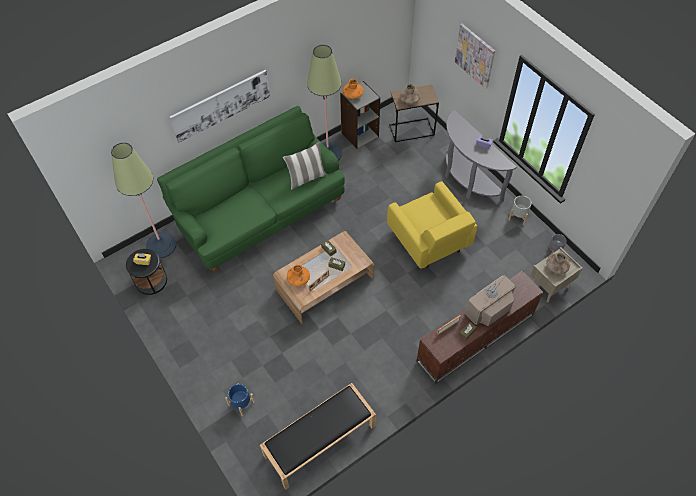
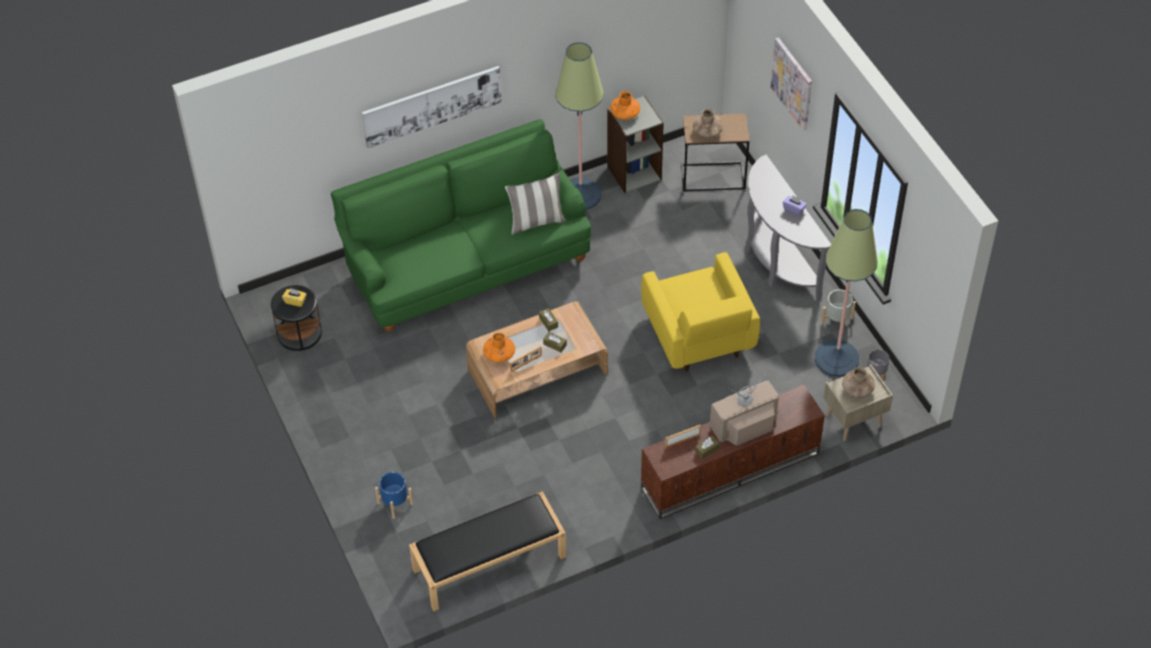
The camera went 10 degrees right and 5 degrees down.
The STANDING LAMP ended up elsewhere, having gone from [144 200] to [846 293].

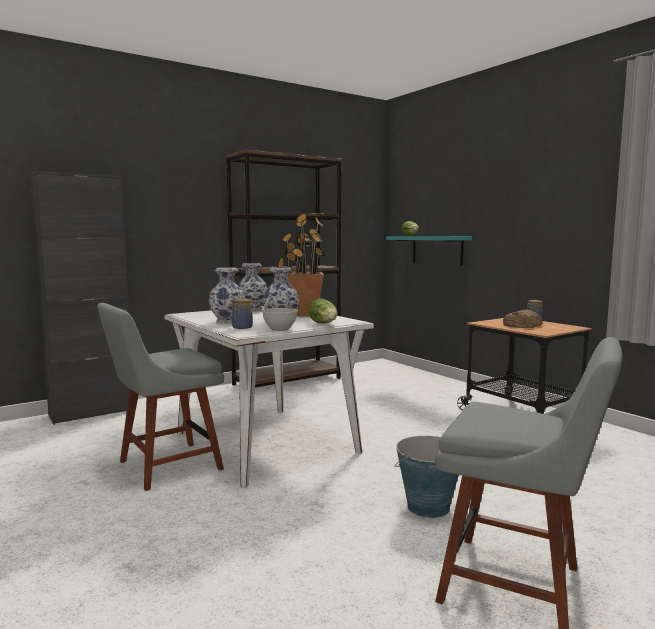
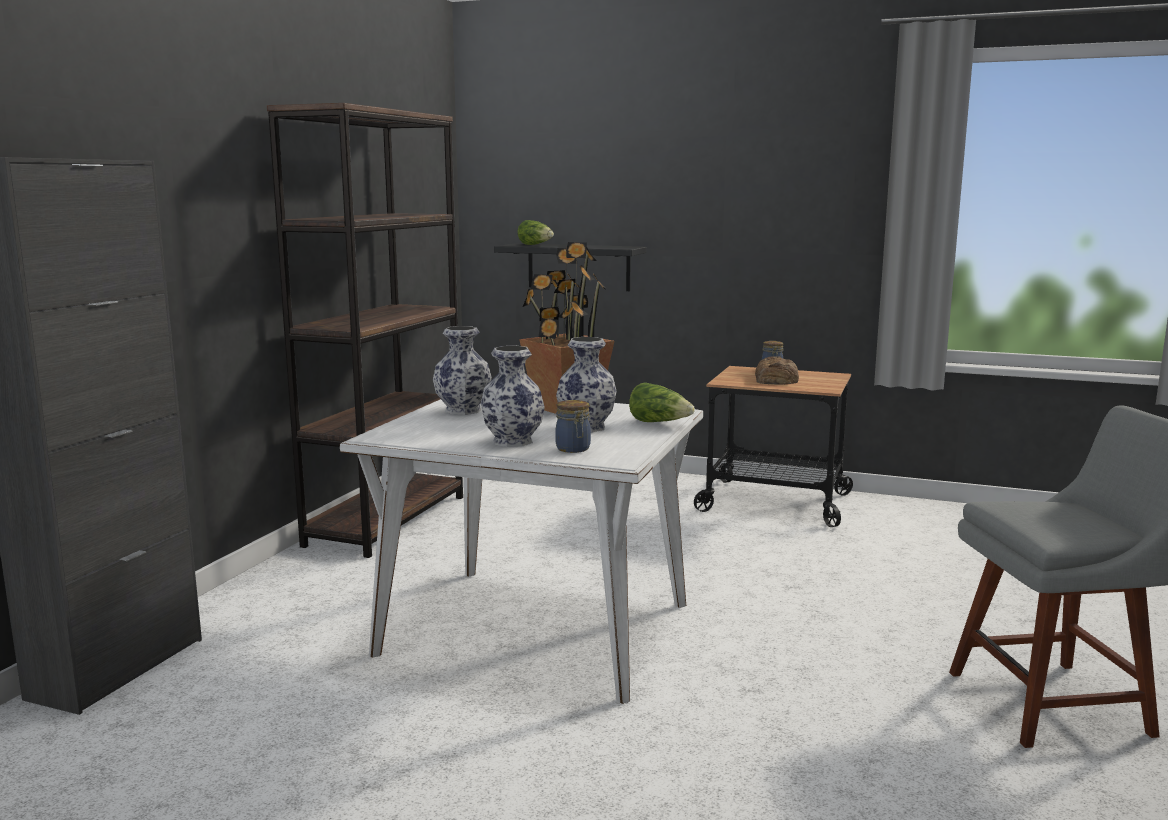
The camera went 35 degrees left and 5 degrees up.
The second view lost the GRAY CHAIR at [160 397].
The second view lost the GRAY BOWL at [280 319].
What was the BLUE-GREEN WALL SHELF at [429 250] turned into the BLACKISH WALL SHELF at [570 267].
The second view lost the BUCKET at [427 477].

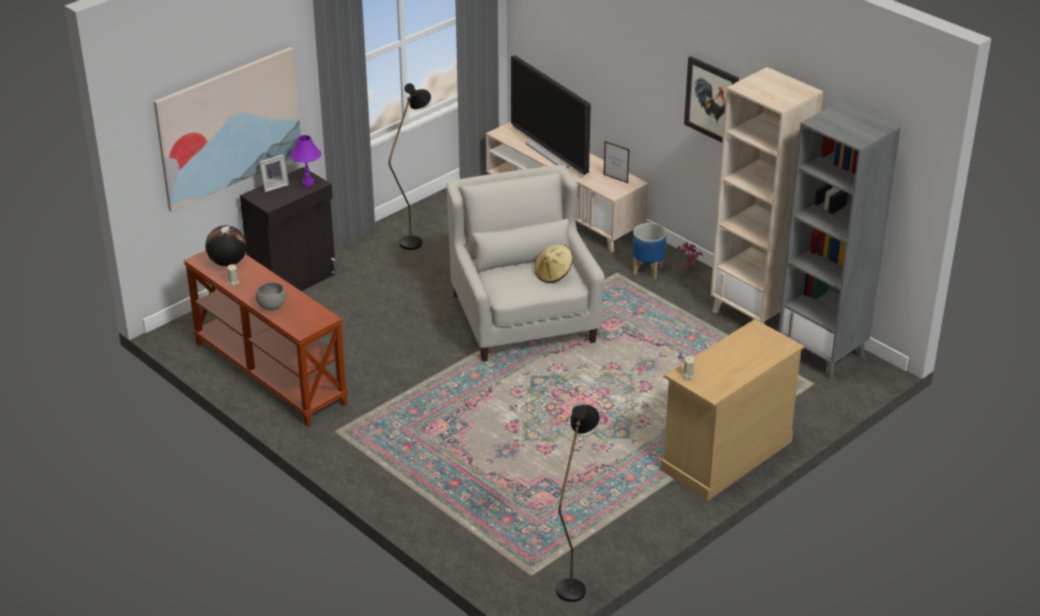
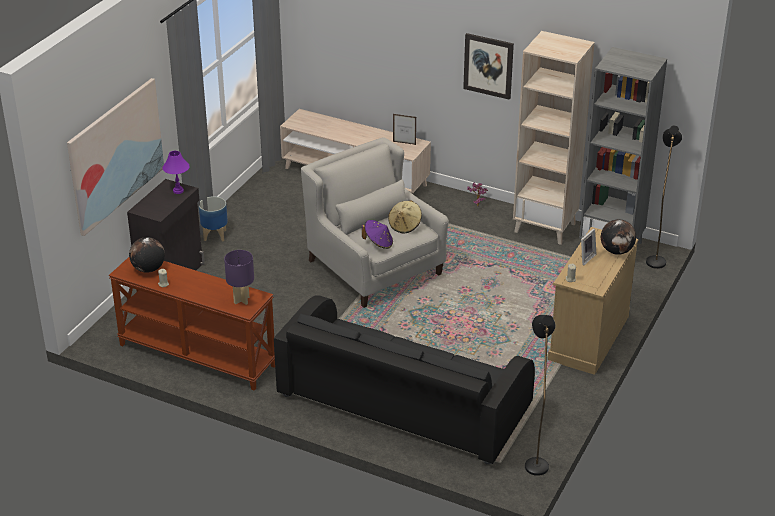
The camera went 20 degrees left and 0 degrees up.
The second view lost the GRAY BOWL at [271 296].
The STANDING FRAME ended up elsewhere, having gone from [274 173] to [588 246].
The BLACKISH STANDING LAMP ended up elsewhere, having gone from [410 166] to [664 197].
The second view lost the TV at [551 115].
The PLANT POT ended up elsewhere, having gone from [650 251] to [213 218].
The second view gained the PURPLE-COLOURED TABLETOP LAMP at [239 277].
The second view gained the BLACKISH SETTEE at [404 379].
The second view gained the PURPLE-COLOURED WEARABLE HAT at [377 234].
The second view gained the DESK GLOBE at [618 237].

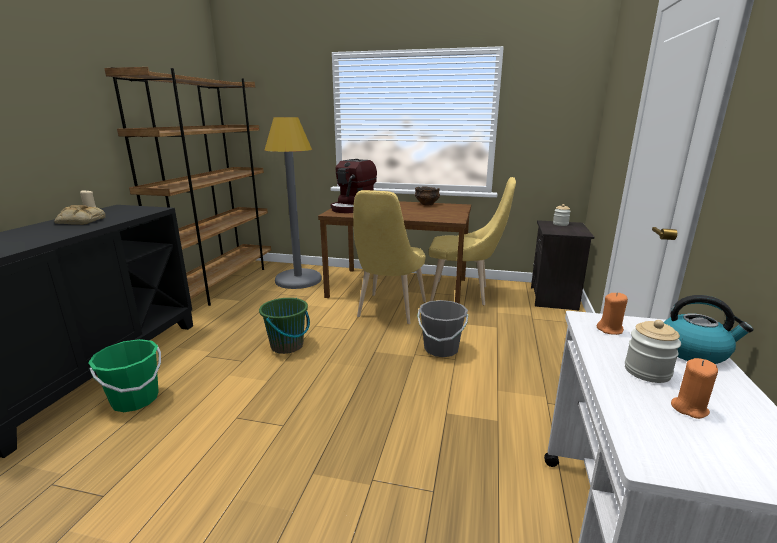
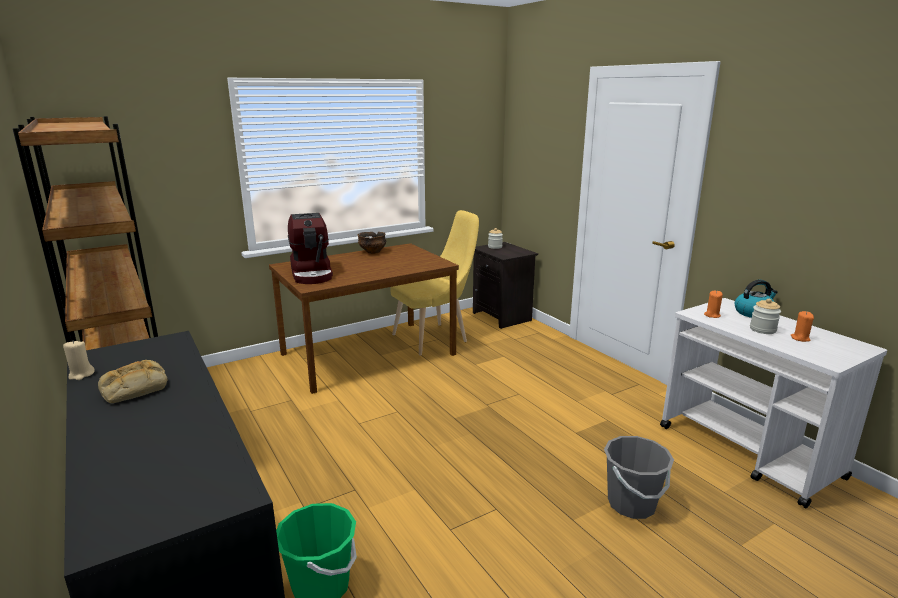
The camera went 45 degrees left and 0 degrees up.
The second view lost the GREENISH BUCKET at [284 326].
The second view lost the GRAY STANDING LAMP at [293 203].
The second view lost the YELLOWISH CHAIR at [389 257].
The GRAY BUCKET ended up elsewhere, having gone from [442 328] to [639 477].

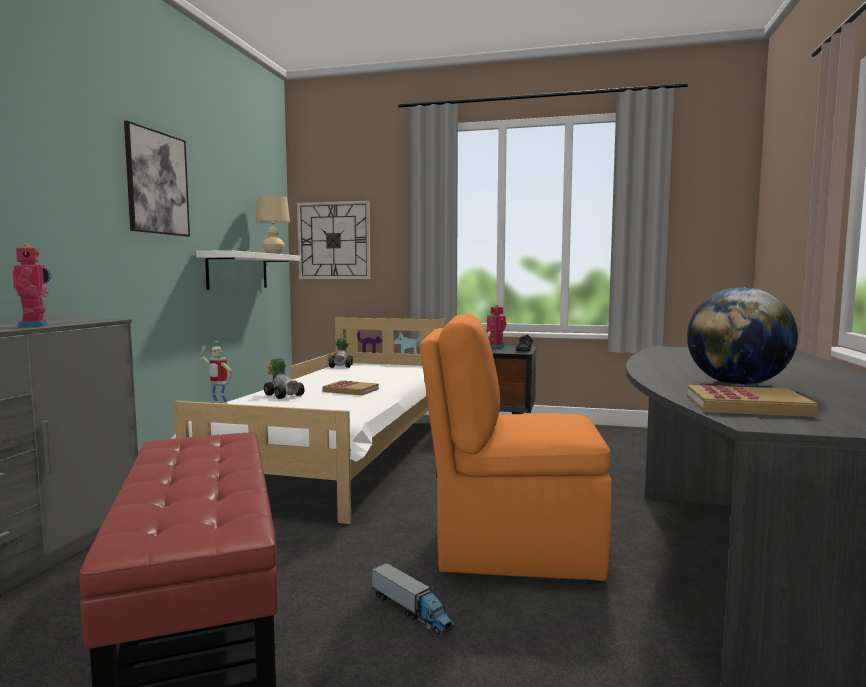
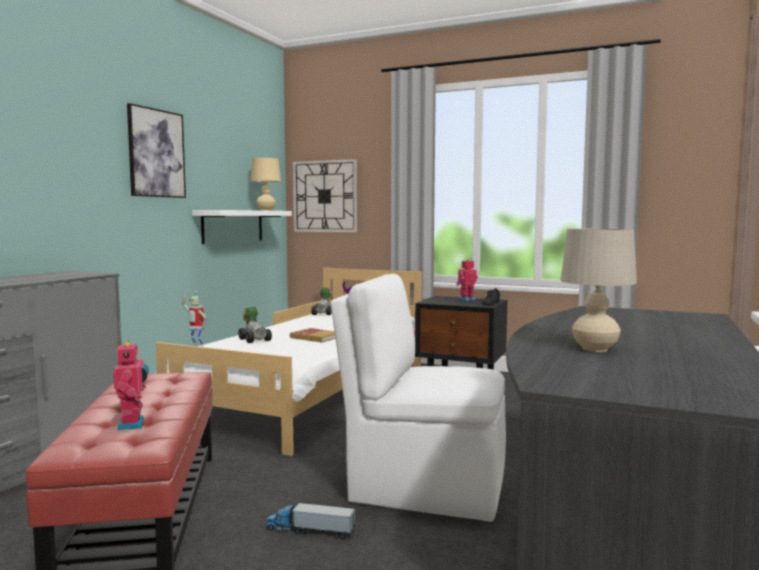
The camera went 10 degrees right and 0 degrees up.
The TOY ROBOT ended up elsewhere, having gone from [32 285] to [131 385].
The TOY TRUCK at [413 599] ended up facing another way, 135 degrees clockwise from before.
What was the ORANGE CHAIR at [516 447] turned into the WHITE-COLOURED CHAIR at [418 398].
Where the DESK GLOBE stood at [742 336], the BEIGE-COLOURED TABLETOP LAMP came to stand at [598 290].
The second view lost the BOUND BOOK at [752 401].

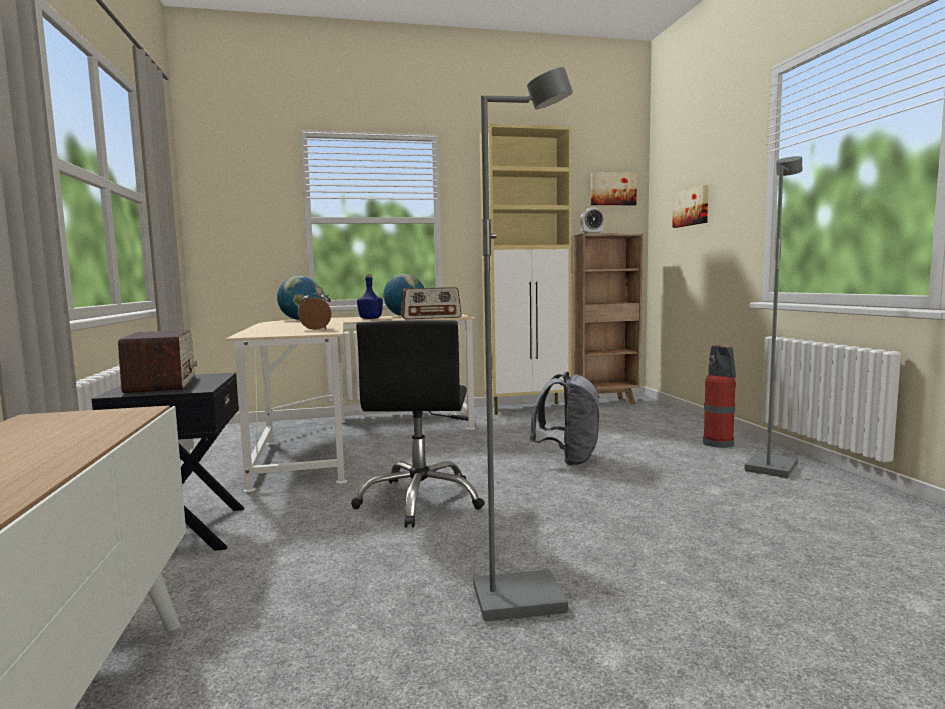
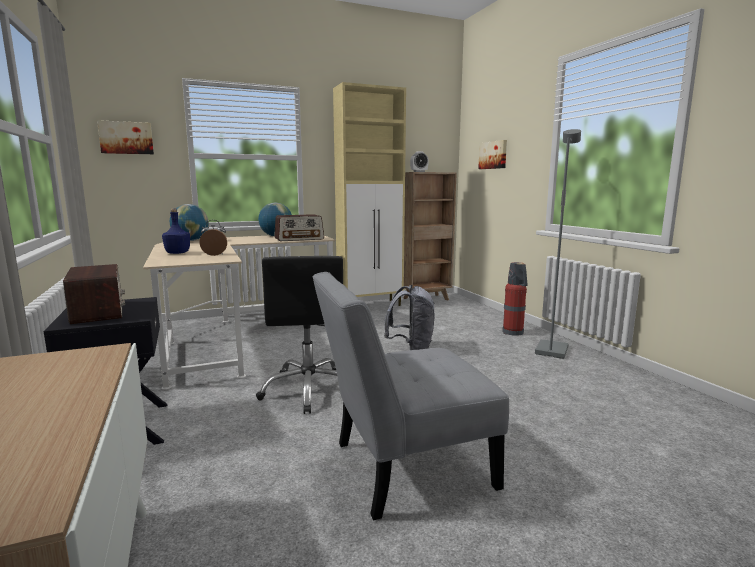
The camera went 10 degrees left and 5 degrees up.
The BLUISH BOTTLE ended up elsewhere, having gone from [370 296] to [176 231].
Where the GRAY STANDING LAMP stood at [523 344], the GRAY CHAIR came to stand at [411 396].
The WALL ART ended up elsewhere, having gone from [614 188] to [125 137].

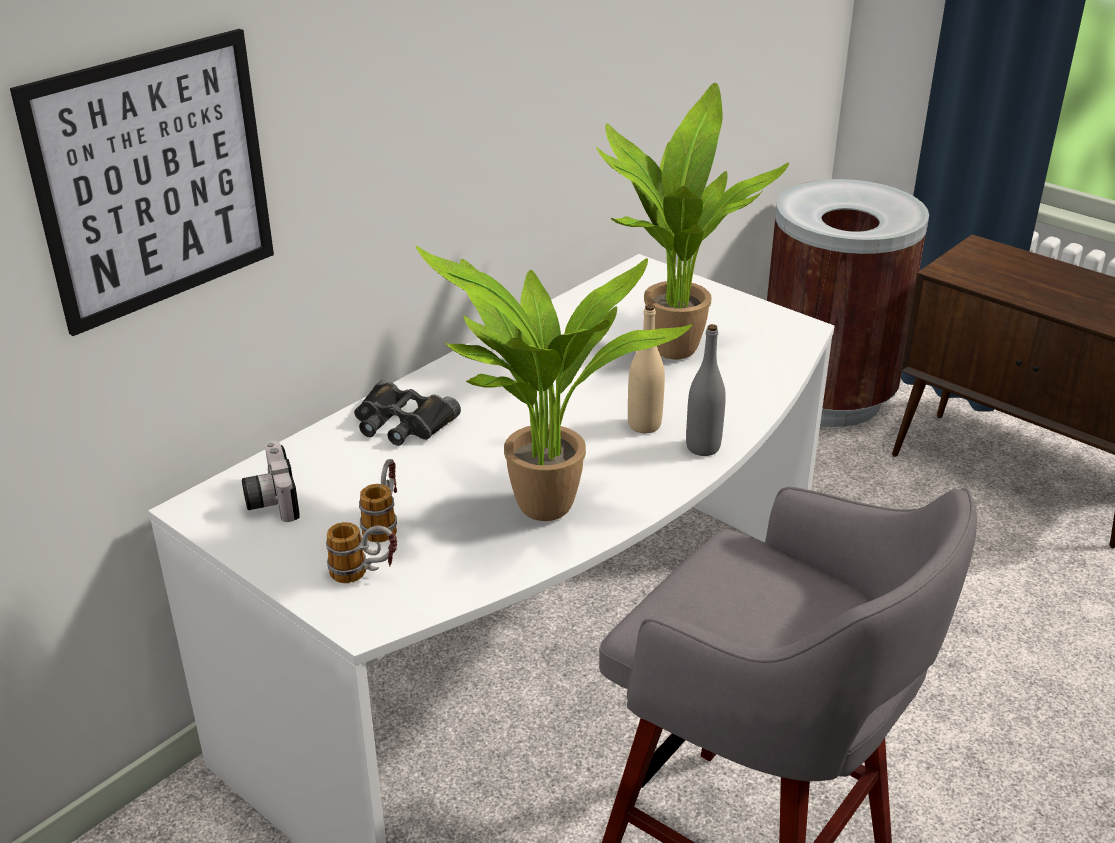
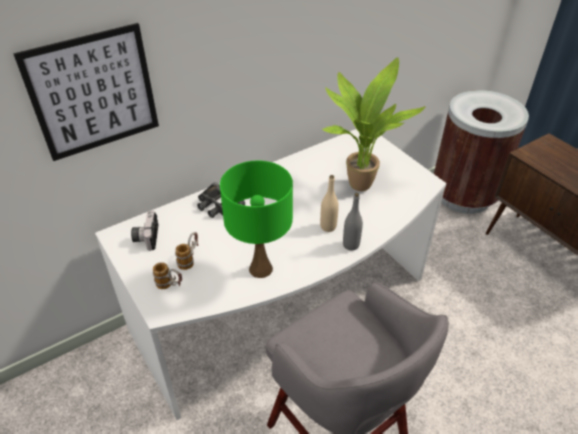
The camera went 15 degrees right and 10 degrees up.
Where the HOUSEPLANT stood at [554 383], the GREENISH TABLETOP LAMP came to stand at [256 219].

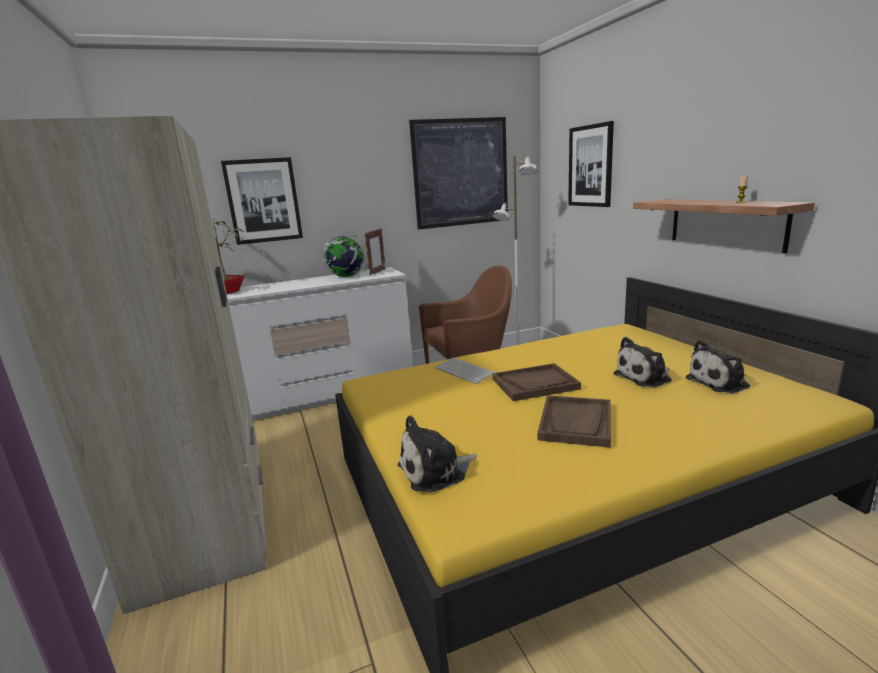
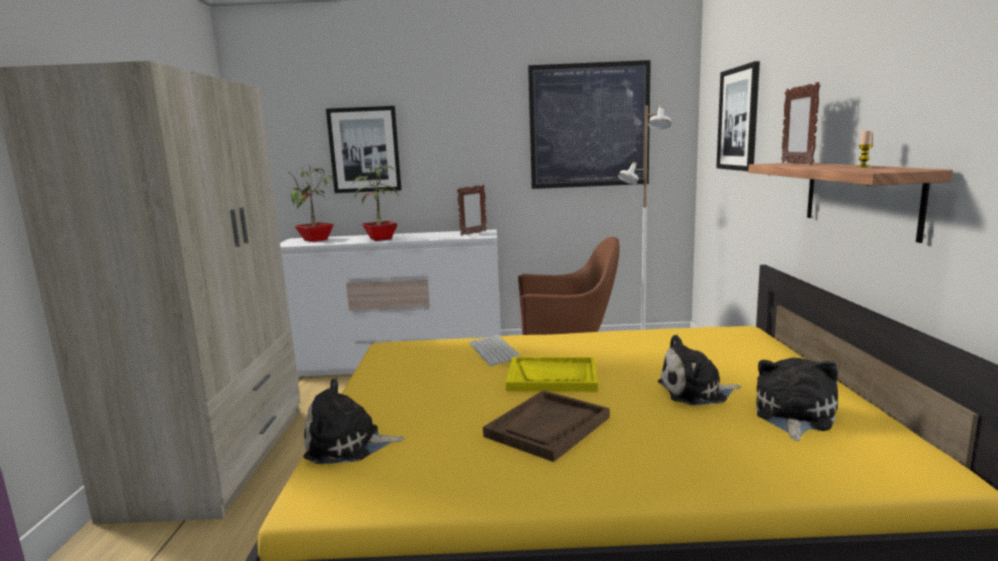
The camera went 20 degrees right and 5 degrees down.
The second view lost the DESK GLOBE at [344 255].
What was the BROWN CARRYING TRAY at [536 382] turned into the YELLOWISH CARRYING TRAY at [552 374].
The PLUSH TOY at [718 366] ended up facing another way, 120 degrees clockwise from before.
The second view gained the HOUSEPLANT at [376 201].
The second view gained the STANDING FRAME at [800 123].

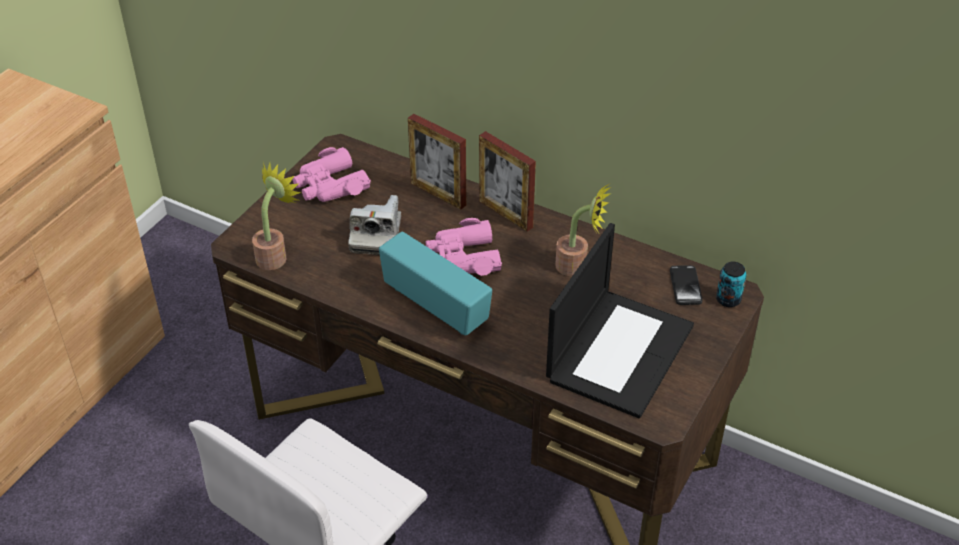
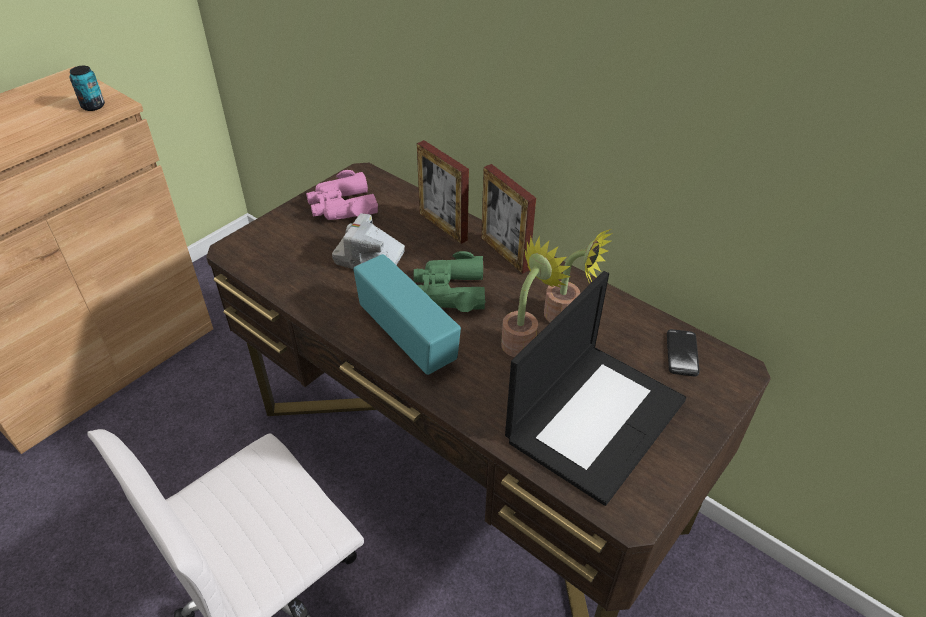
The camera went 10 degrees right and 0 degrees up.
The HOUSEPLANT ended up elsewhere, having gone from [277 216] to [536 296].
The STILL CAMERA at [374 225] ended up facing another way, 90 degrees clockwise from before.
What was the PINK-COLOURED PAIR OF BINOCULARS at [464 247] turned into the GREENISH PAIR OF BINOCULARS at [449 281].
The CAN ended up elsewhere, having gone from [731 284] to [87 88].

